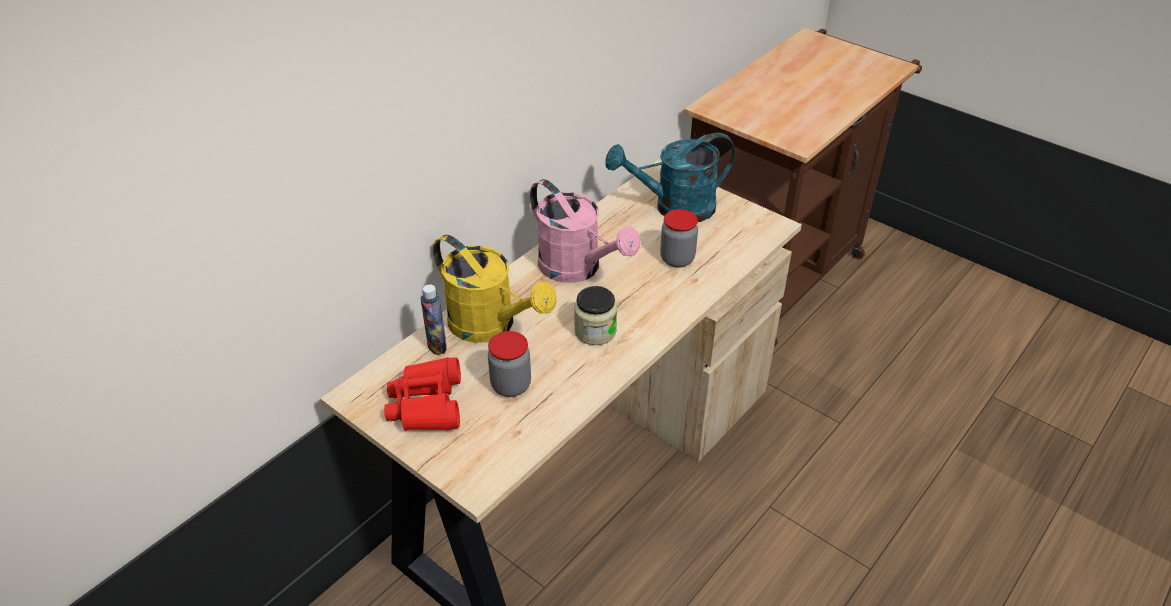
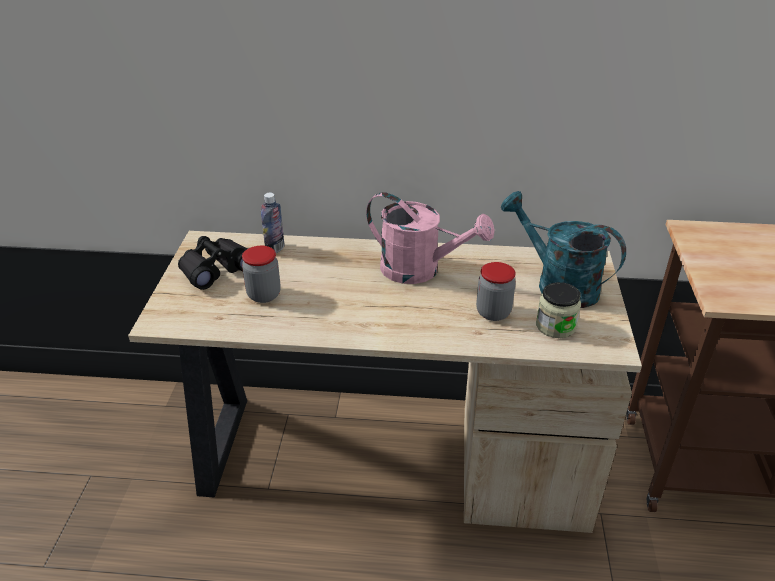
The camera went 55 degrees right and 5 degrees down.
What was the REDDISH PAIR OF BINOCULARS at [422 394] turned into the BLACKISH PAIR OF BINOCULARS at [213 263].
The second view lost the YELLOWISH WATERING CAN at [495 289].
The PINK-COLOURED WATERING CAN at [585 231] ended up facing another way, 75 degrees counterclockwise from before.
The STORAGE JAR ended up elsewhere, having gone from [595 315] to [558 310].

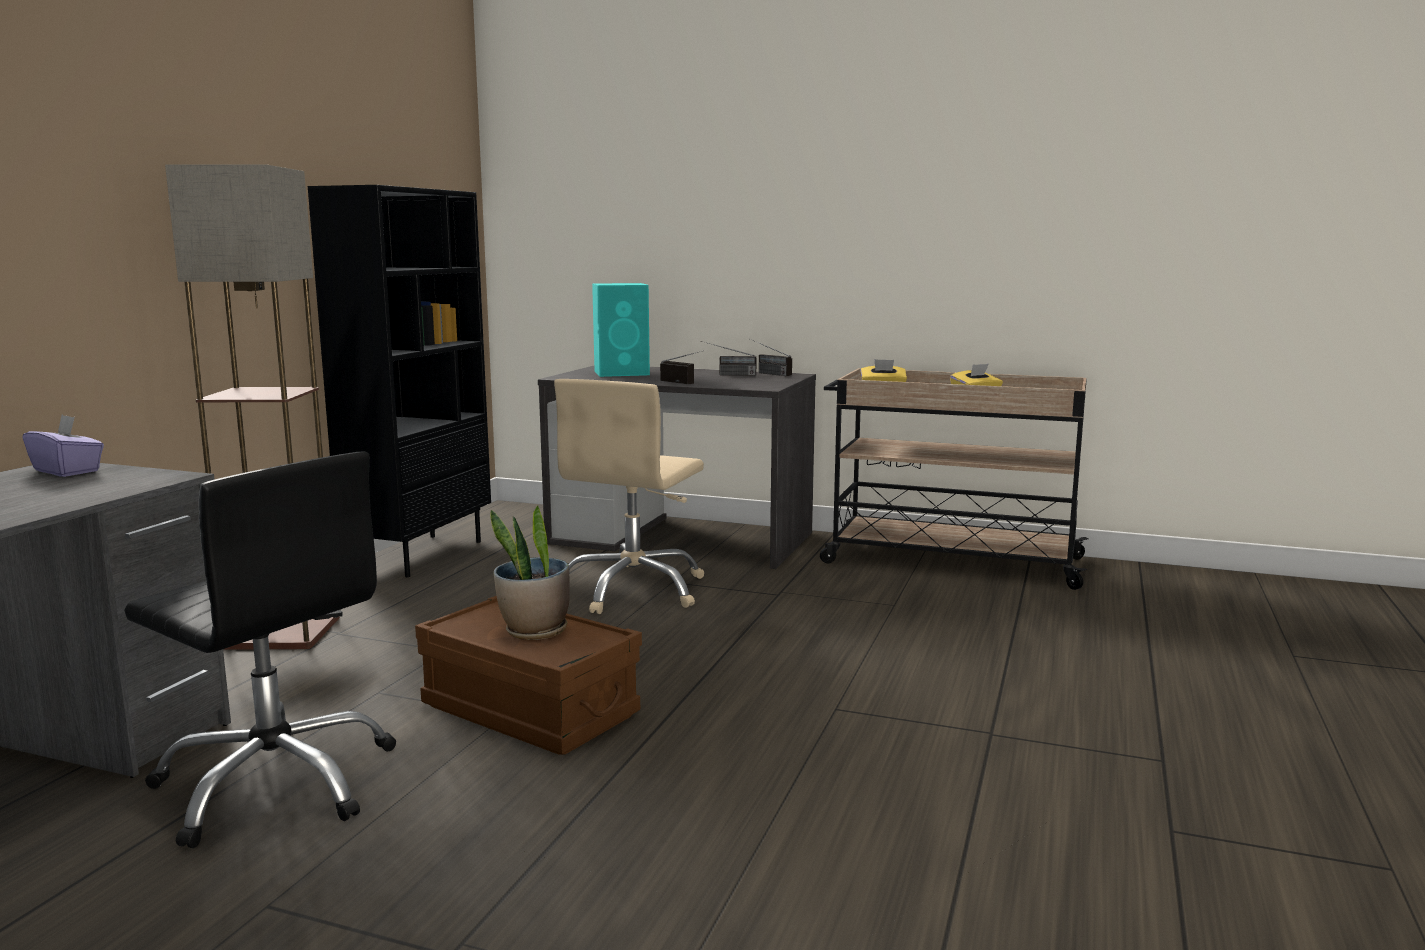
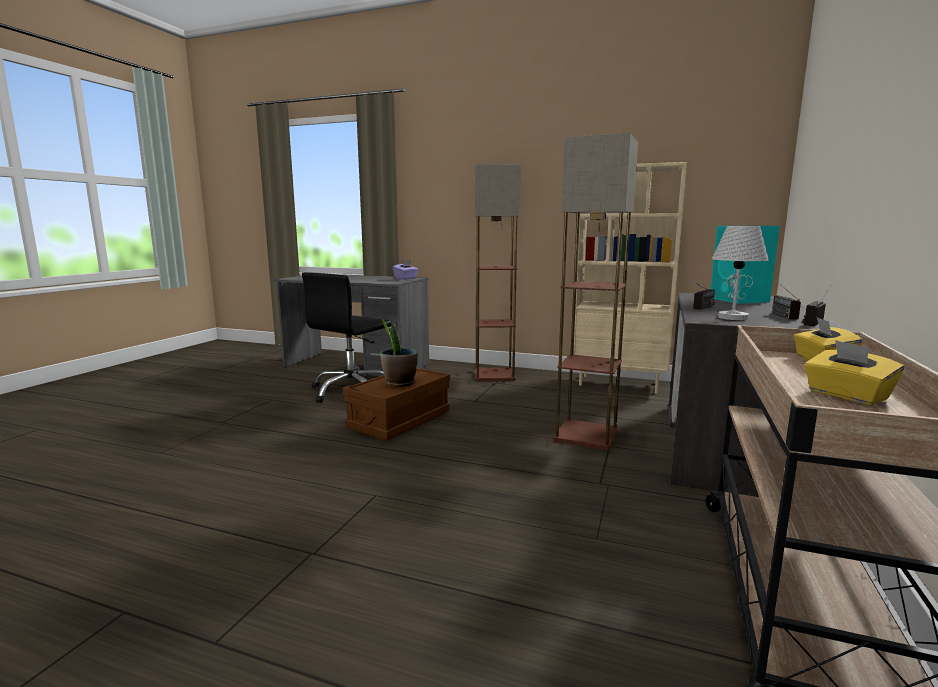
The camera went 90 degrees right and 0 degrees up.
What was the BLACKISH SHELVING UNIT at [399 381] turned into the BEIGE-COLOURED SHELVING UNIT at [630 278].
Where the BEIGE-COLOURED COMPUTER CHAIR stood at [629 496], the STANDING LAMP came to stand at [596 291].
The second view gained the WHITE-COLOURED TABLETOP LAMP at [740 273].

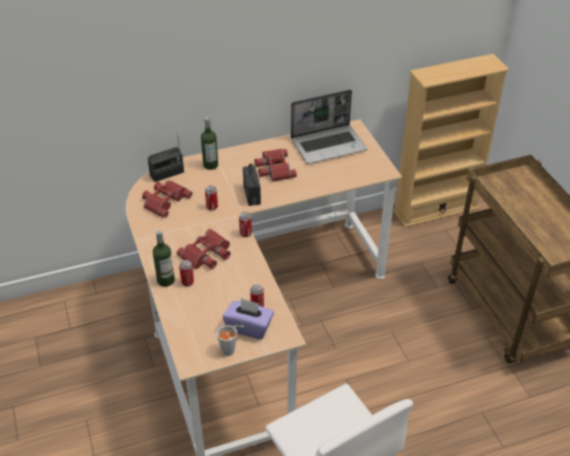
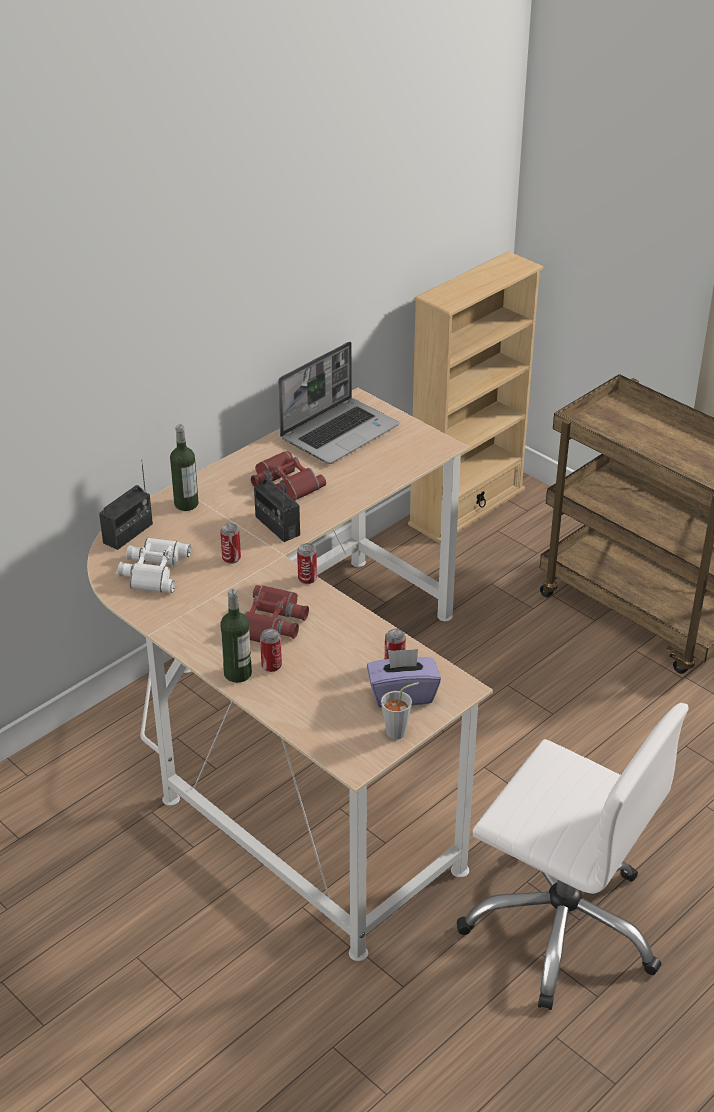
The camera went 25 degrees left and 5 degrees down.
What was the REDDISH PAIR OF BINOCULARS at [167 199] turned into the WHITE-COLOURED PAIR OF BINOCULARS at [154 565].

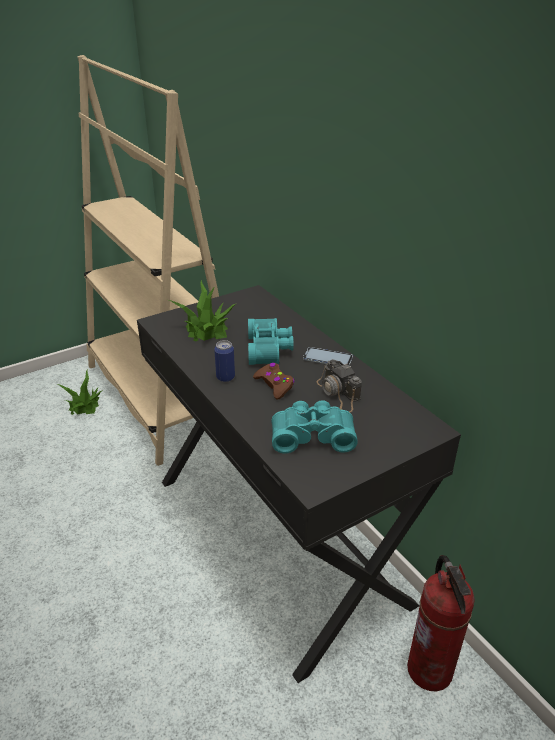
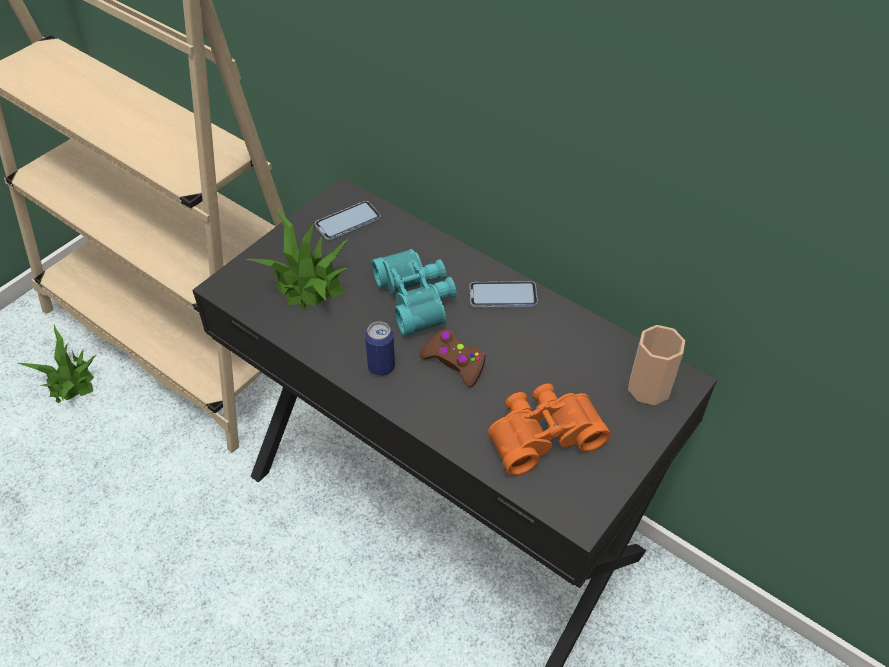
The camera went 20 degrees left and 15 degrees up.
What was the BLUE-GREEN PAIR OF BINOCULARS at [314 427] turned into the ORANGE PAIR OF BINOCULARS at [549 430].
The second view lost the STILL CAMERA at [339 385].
The second view lost the FIRE EXTINGUISHER at [441 623].
The second view gained the TELEPHONE at [348 220].
The second view gained the SMALL CUP at [656 365].

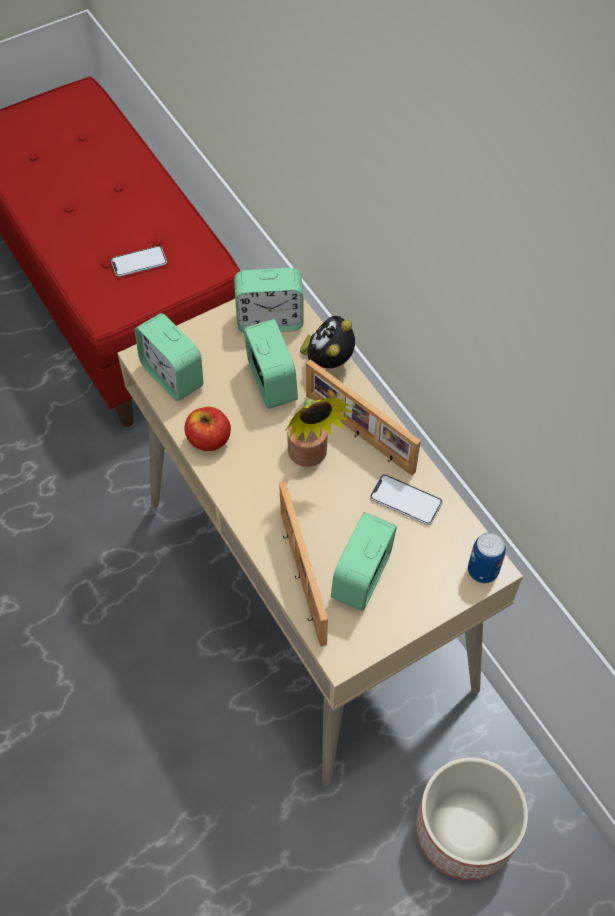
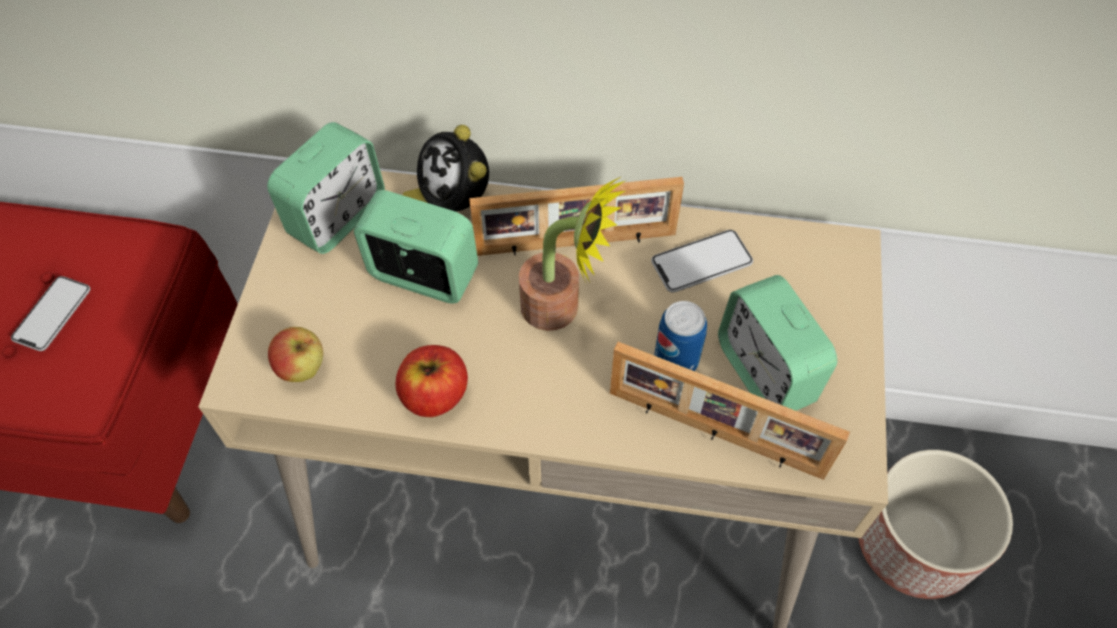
The camera went 50 degrees left and 0 degrees up.
Where the BEDSIDE CLOCK stood at [168 357], the APPLE came to stand at [295 354].
The CAN ended up elsewhere, having gone from [487 557] to [680 336].

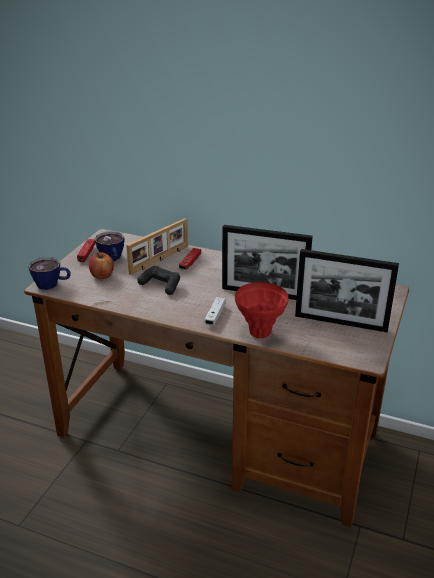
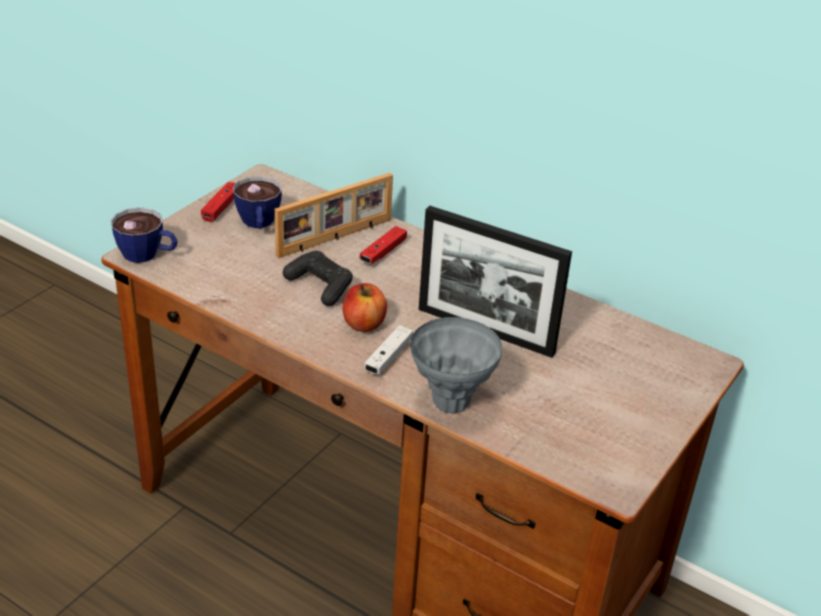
The camera went 10 degrees right and 5 degrees up.
The APPLE ended up elsewhere, having gone from [101 265] to [364 307].
What was the REDDISH DECORATIVE VASE at [261 310] turned into the GRAY DECORATIVE VASE at [456 365].
The second view lost the STANDING FRAME at [347 291].

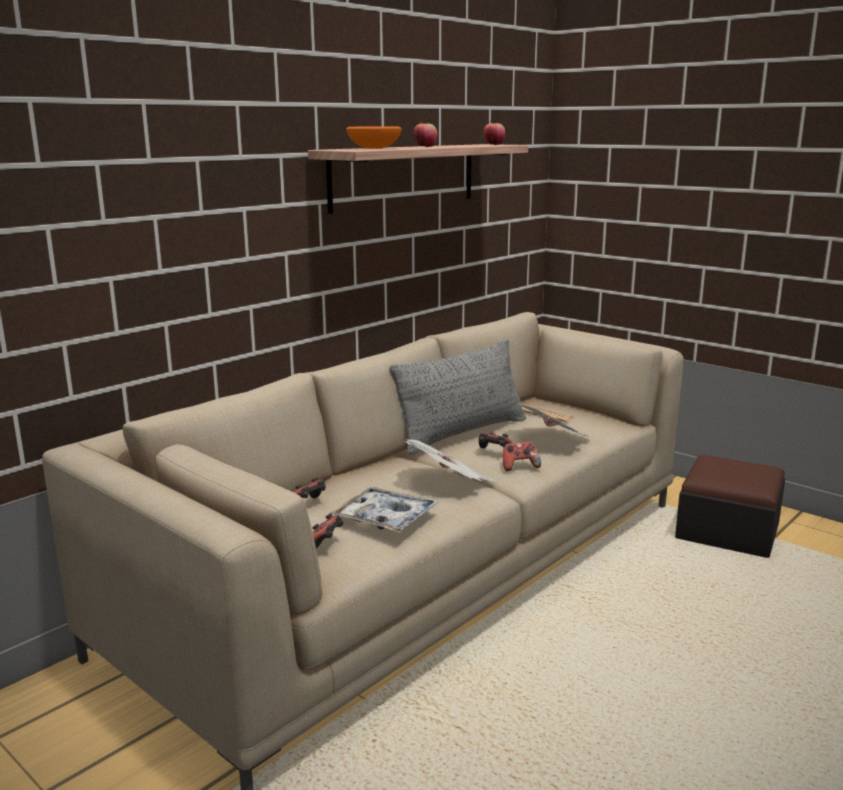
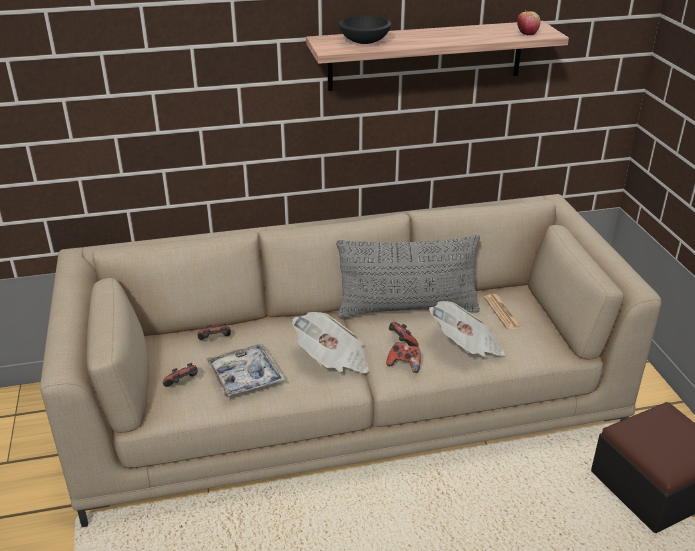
The camera went 35 degrees right and 15 degrees up.
What was the ORANGE BOWL at [374 137] turned into the BLACKISH BOWL at [365 30].
The second view lost the APPLE at [425 134].

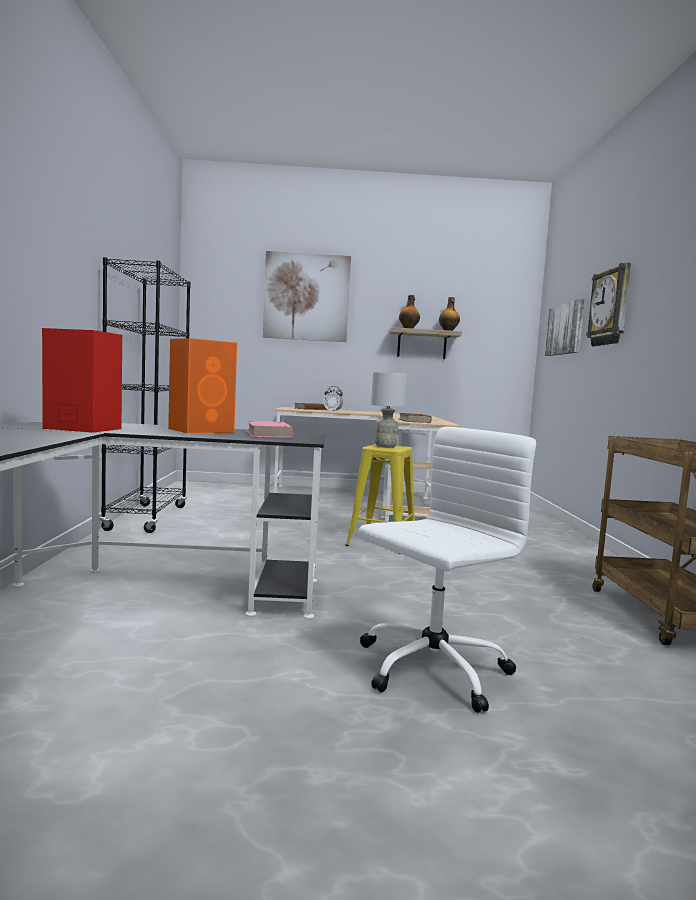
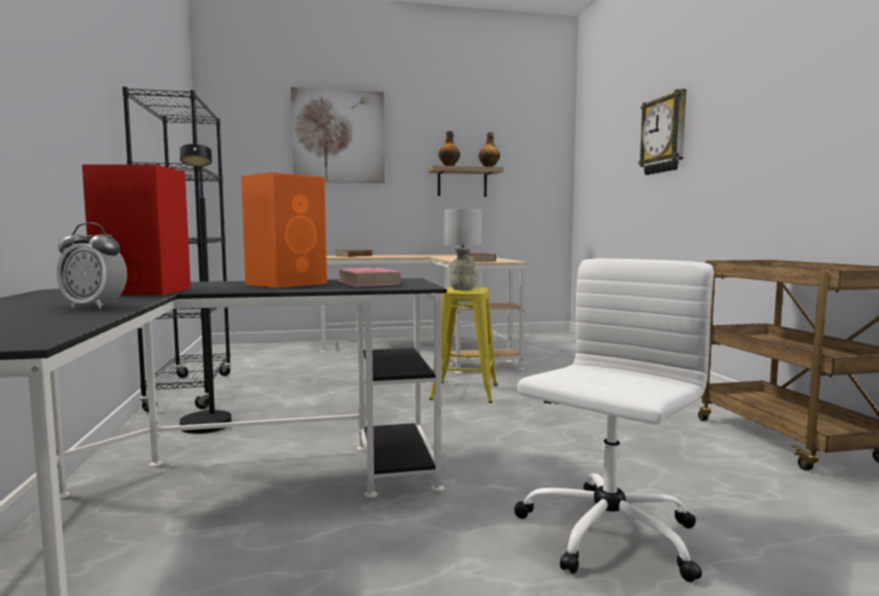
The camera went 10 degrees left and 0 degrees up.
The BEDSIDE CLOCK ended up elsewhere, having gone from [333 399] to [91 265].
The second view lost the WALL ART at [565 327].
The second view gained the BLACKISH STANDING LAMP at [205 289].

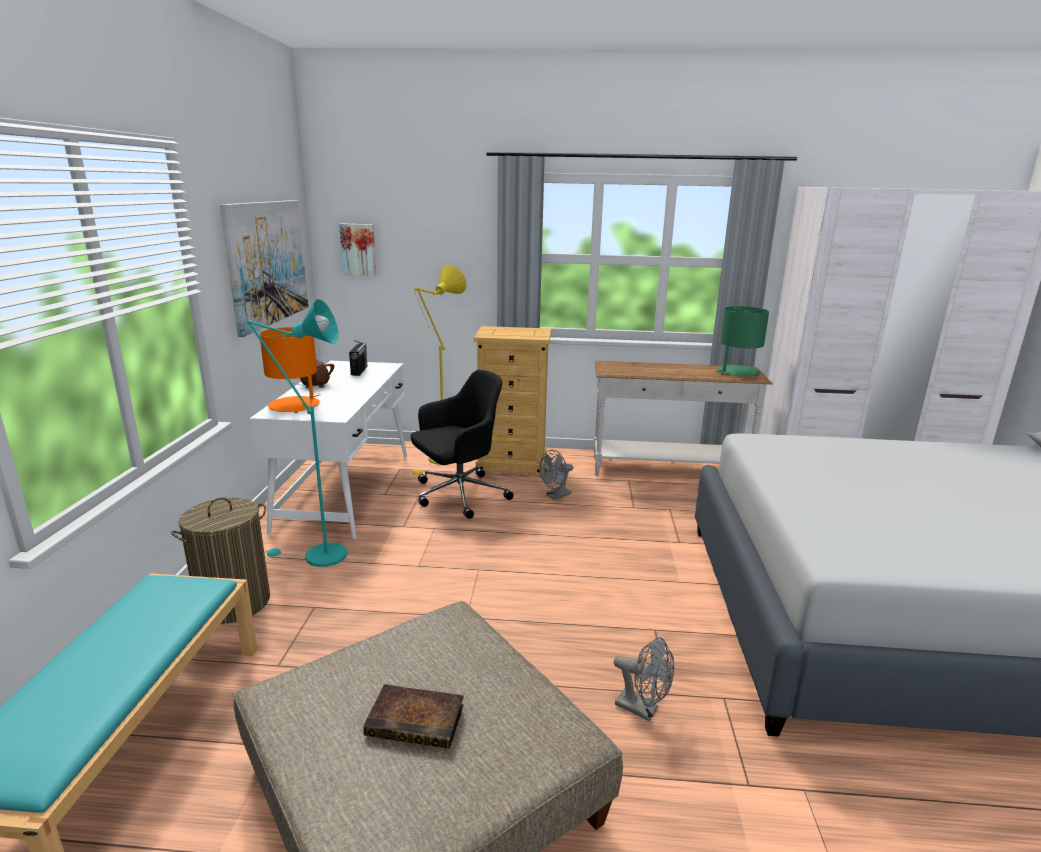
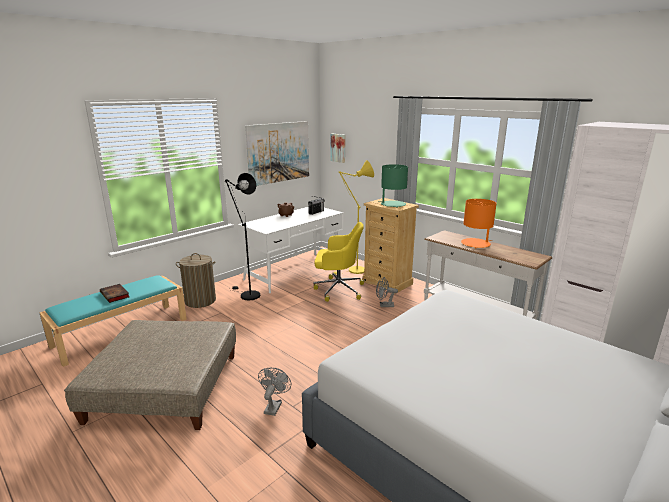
The camera went 40 degrees right and 0 degrees up.
What was the BLUE-GREEN STANDING LAMP at [297 433] turned into the BLACKISH STANDING LAMP at [242 236].
The ORANGE TABLETOP LAMP ended up elsewhere, having gone from [290 370] to [479 223].
The BOUND BOOK ended up elsewhere, having gone from [413 716] to [114 293].
What was the BLACKISH COMPUTER CHAIR at [462 444] turned into the YELLOWISH COMPUTER CHAIR at [338 262].
The GRAY COOLING FAN at [644 679] ended up facing another way, 150 degrees counterclockwise from before.
The GREENISH TABLETOP LAMP ended up elsewhere, having gone from [743 341] to [393 186].

